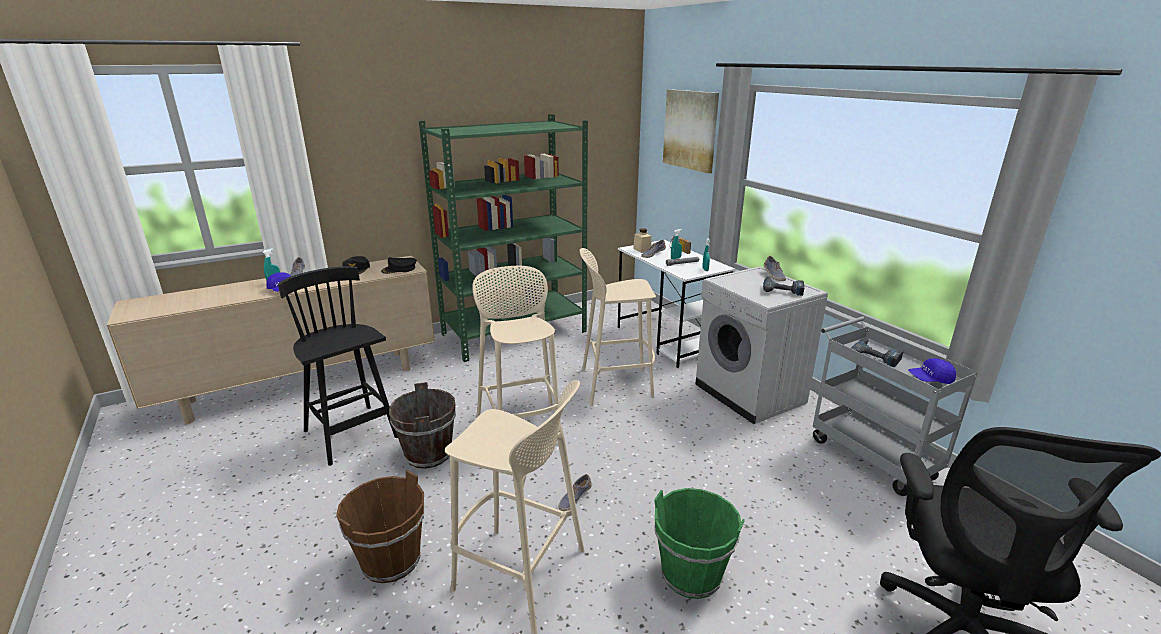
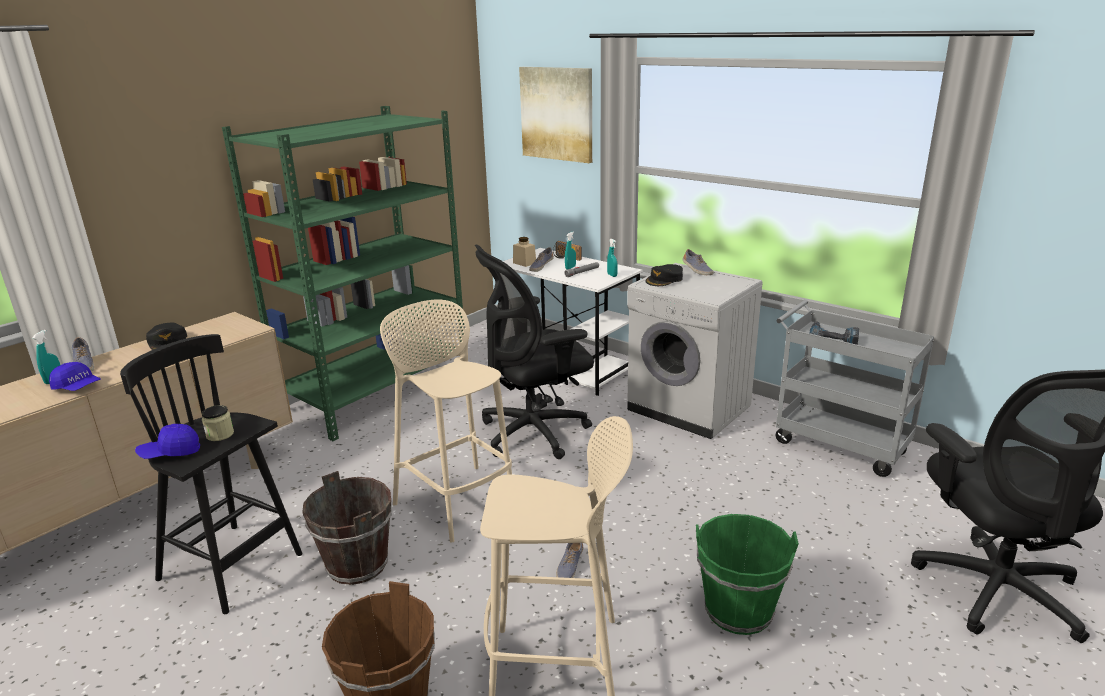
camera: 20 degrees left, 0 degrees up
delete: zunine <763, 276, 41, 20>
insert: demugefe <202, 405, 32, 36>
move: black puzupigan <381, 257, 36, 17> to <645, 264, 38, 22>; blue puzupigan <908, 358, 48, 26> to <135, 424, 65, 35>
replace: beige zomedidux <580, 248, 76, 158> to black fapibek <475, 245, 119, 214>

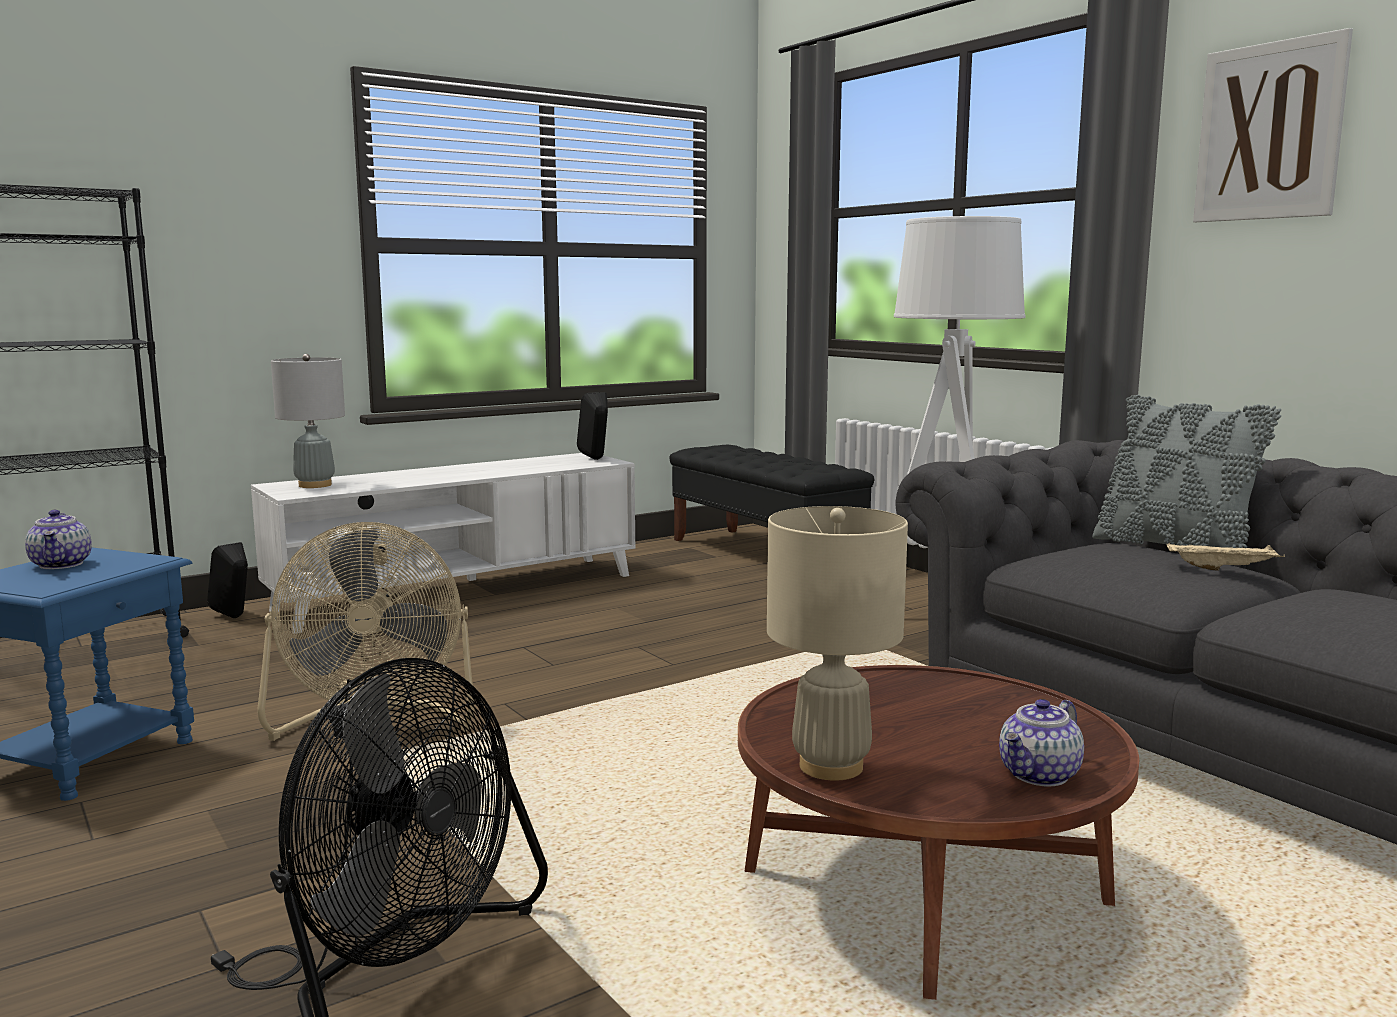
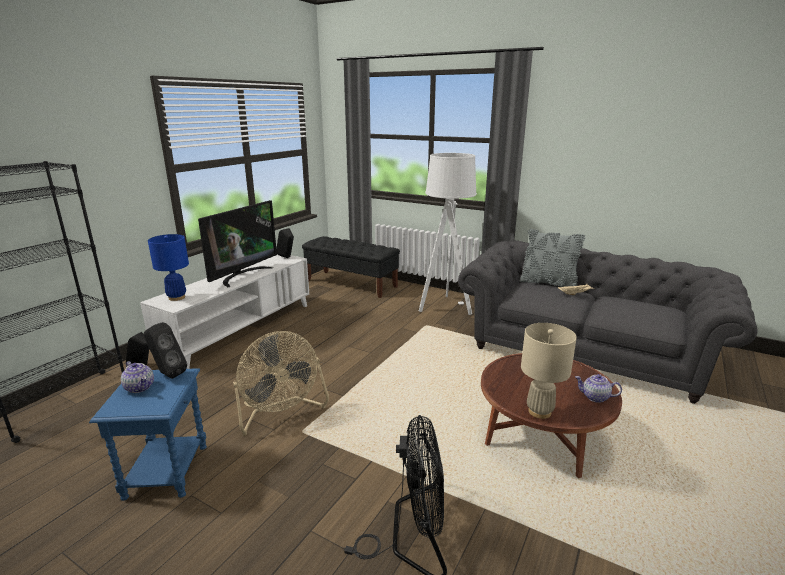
camera: 25 degrees left, 10 degrees up
delete: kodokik <1193, 28, 160, 194>
insert: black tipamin <144, 322, 43, 57>; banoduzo <198, 200, 79, 87>
recolor: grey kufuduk <271, 354, 74, 134> to blue kufuduk <148, 234, 41, 67>
rotate: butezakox <999, 699, 85, 87> = <575, 374, 47, 29> 90 degrees clockwise

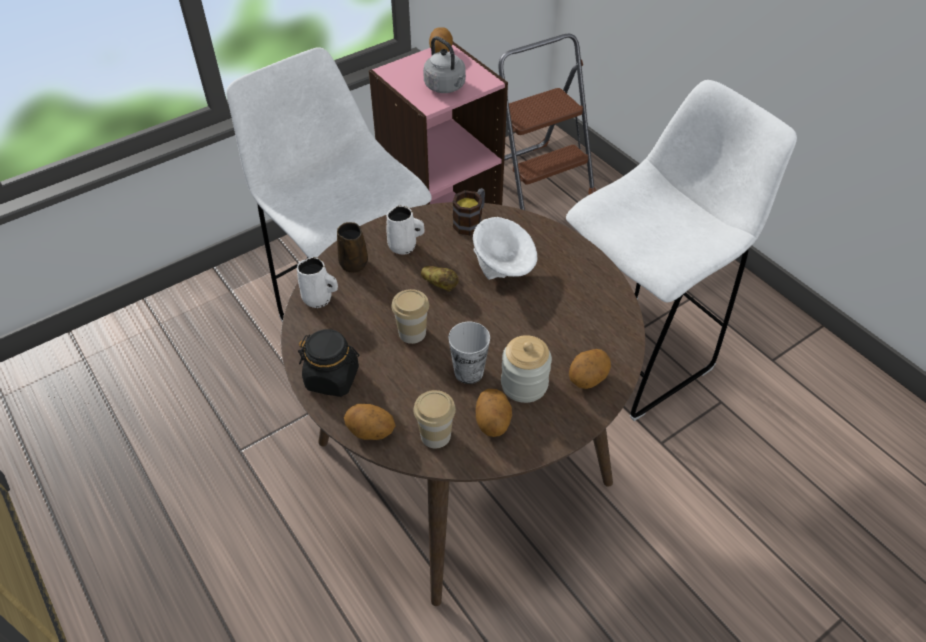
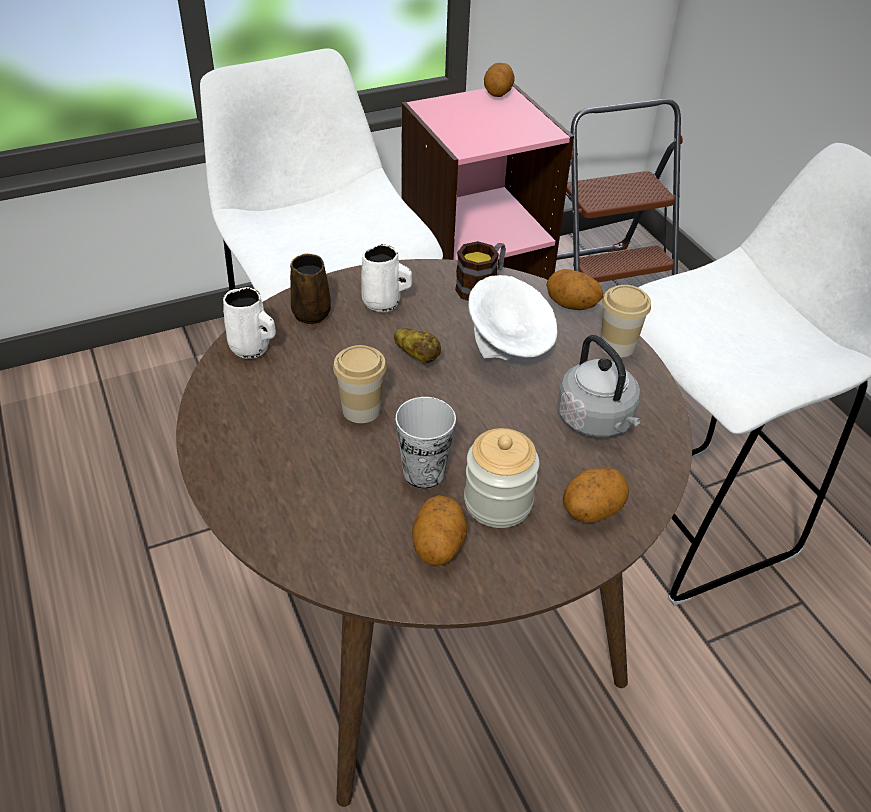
camera: 10 degrees right, 5 degrees down
delete: black demugefe <298, 329, 61, 68>
move: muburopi <344, 404, 52, 36> to <546, 269, 57, 41>; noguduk <413, 390, 43, 59> to <601, 285, 50, 73>; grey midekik <423, 36, 43, 57> to <557, 335, 84, 102>

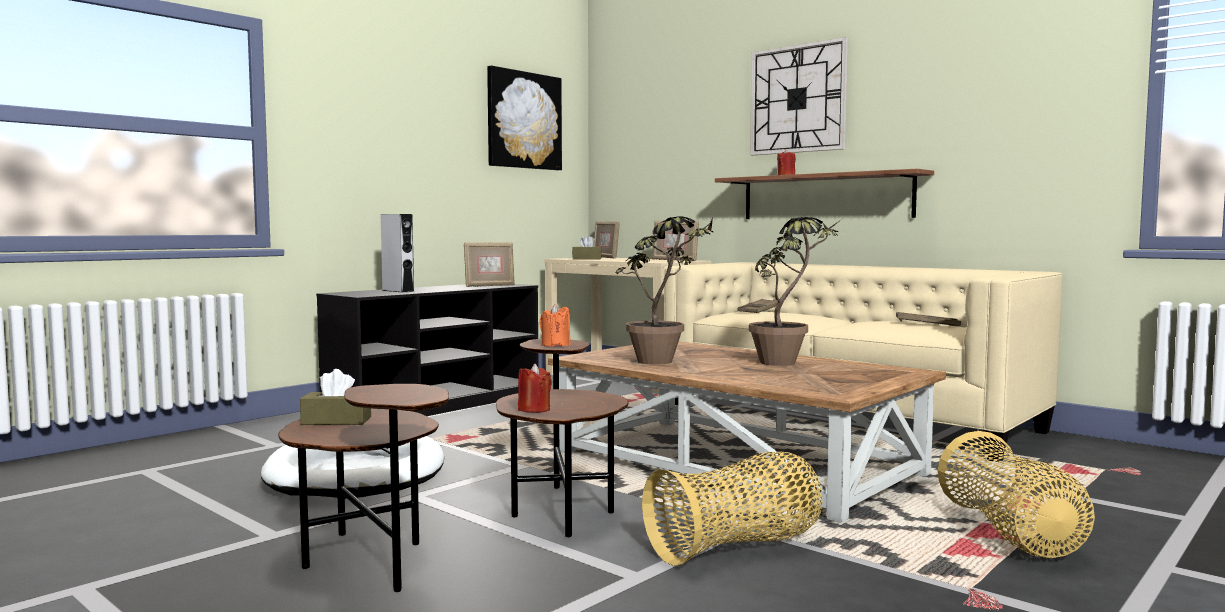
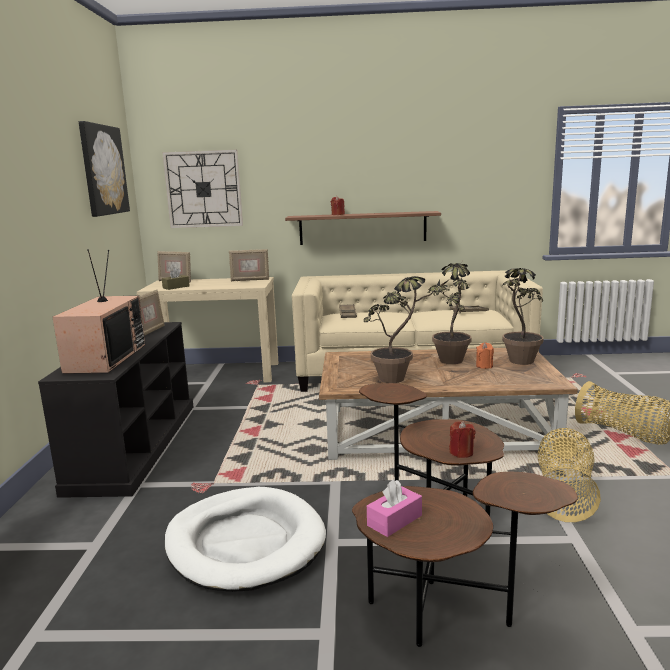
camera: 40 degrees left, 10 degrees up
insert: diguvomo <502, 268, 42, 97>
move: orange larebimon <539, 304, 32, 43> to <476, 342, 18, 27>; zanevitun <750, 37, 98, 118> to <162, 150, 81, 78>
replace: grey tipamin <381, 214, 34, 79> to banoduzo <53, 249, 92, 125>
recolor: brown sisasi <300, 369, 71, 56> to pink sisasi <367, 479, 55, 58>

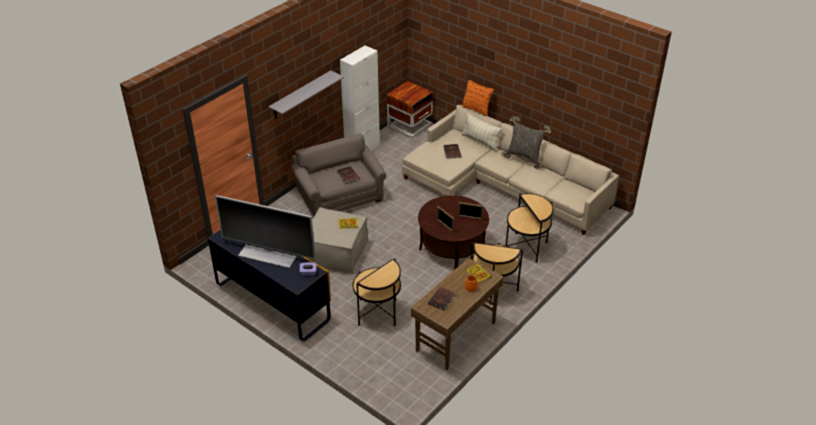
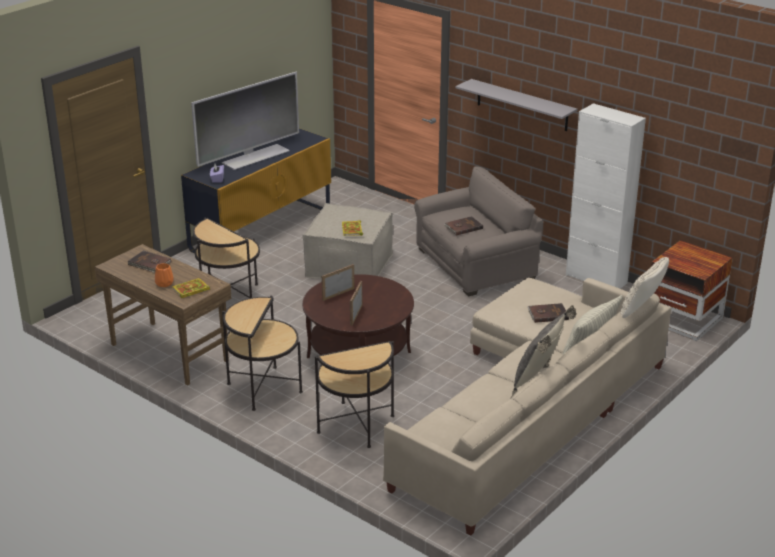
camera: 90 degrees right, 10 degrees down
recolor: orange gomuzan <462, 80, 32, 36> to beige gomuzan <620, 257, 49, 61>
rotate: banoduzo <215, 195, 100, 73> = <191, 72, 108, 98> 150 degrees counterclockwise

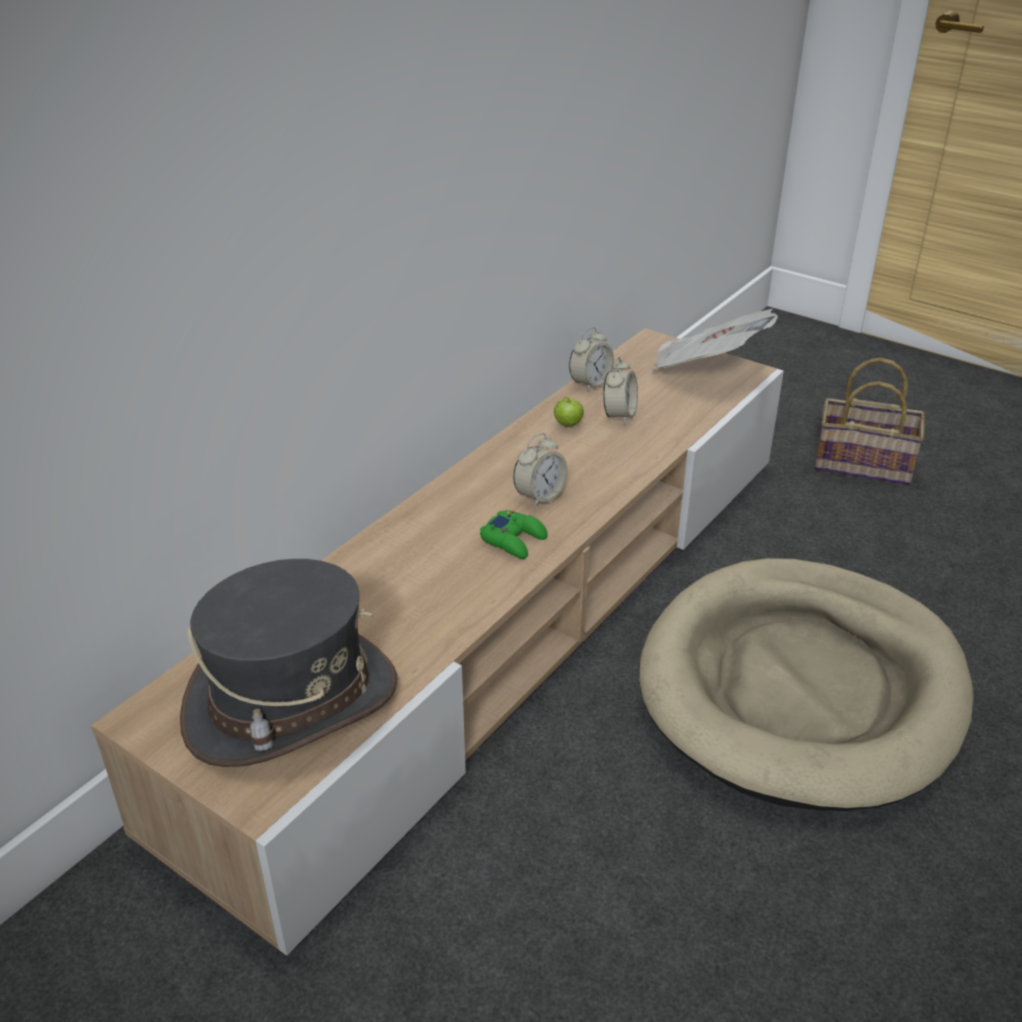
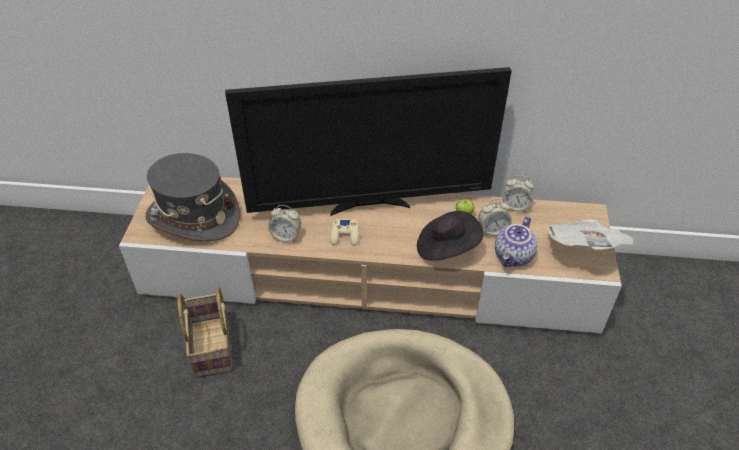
camera: 60 degrees right, 10 degrees up
insert: banoduzo <225, 67, 287, 149>; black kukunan <417, 211, 67, 49>; butezakox <495, 216, 42, 51>
move: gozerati <513, 433, 55, 74> to <268, 205, 33, 37>; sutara <815, 357, 110, 128> to <177, 287, 56, 91>
recolor: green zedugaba <480, 510, 68, 49> to beige zedugaba <330, 219, 29, 27>

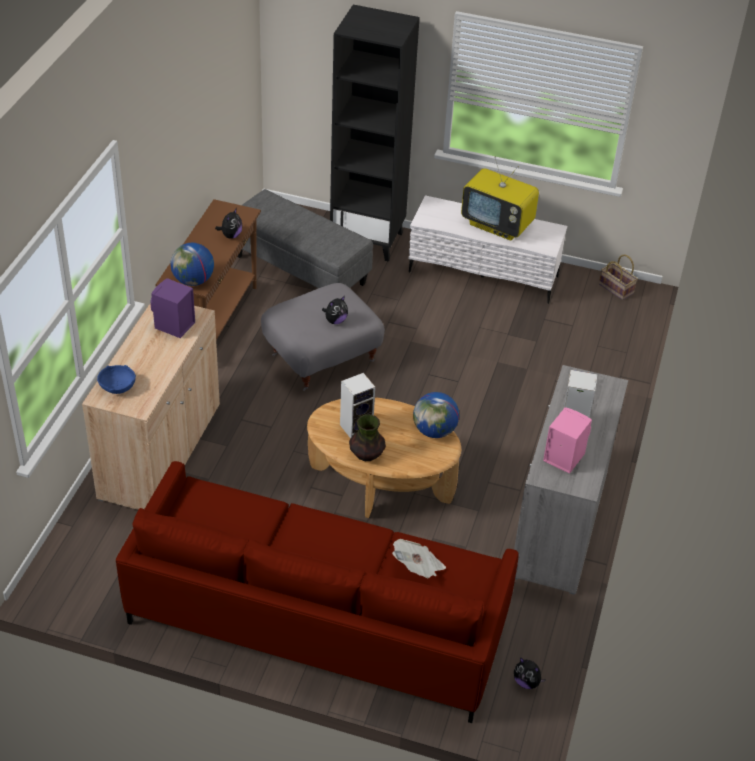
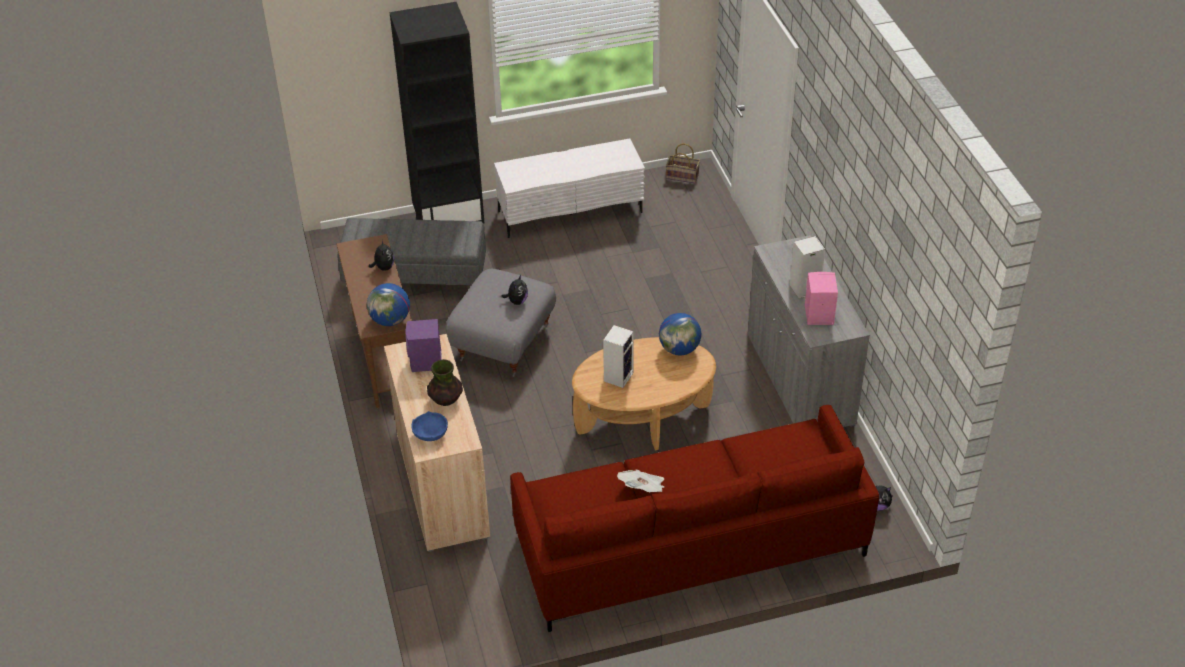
camera: 30 degrees left, 0 degrees up
delete: banoduzo <461, 157, 78, 84>
move: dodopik <349, 414, 37, 47> to <427, 359, 36, 47>; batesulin <392, 539, 54, 39> to <617, 469, 47, 23>

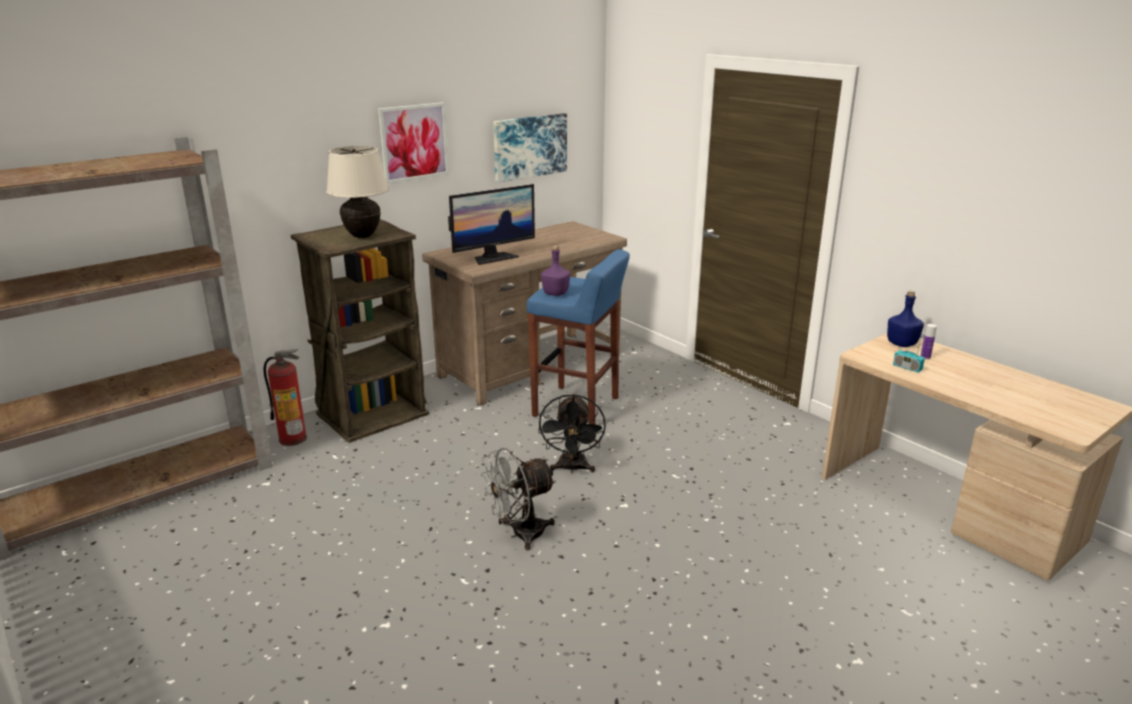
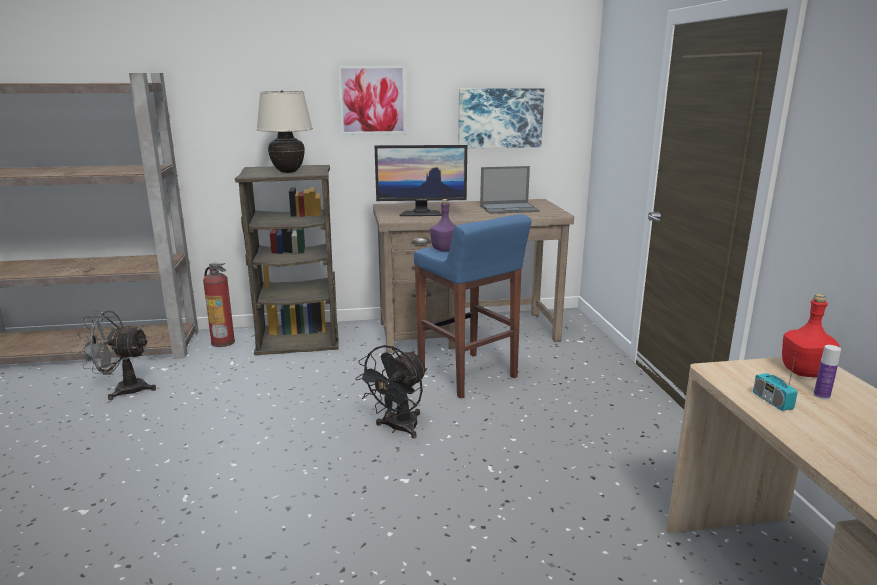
camera: 30 degrees right, 5 degrees down
insert: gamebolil <480, 166, 59, 48>
move: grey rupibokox <480, 448, 76, 102> to <77, 311, 79, 89>
recolor: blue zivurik <887, 291, 37, 56> to red zivurik <782, 294, 58, 83>

